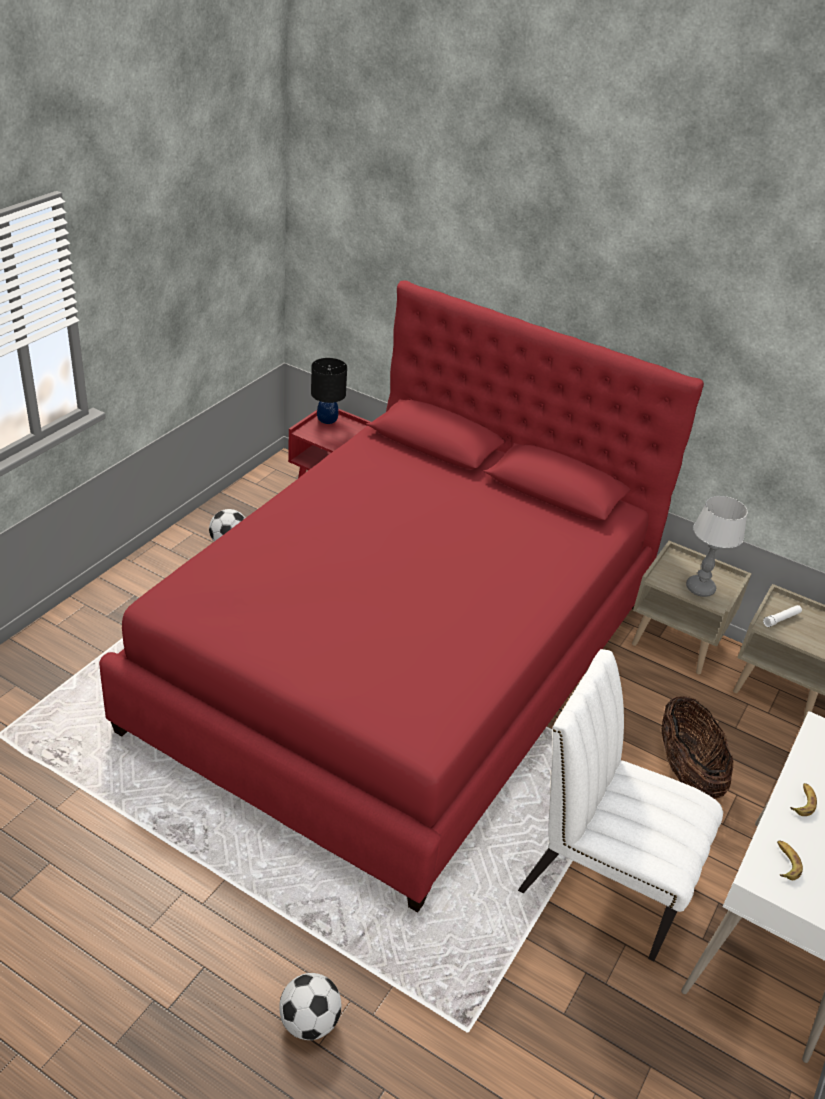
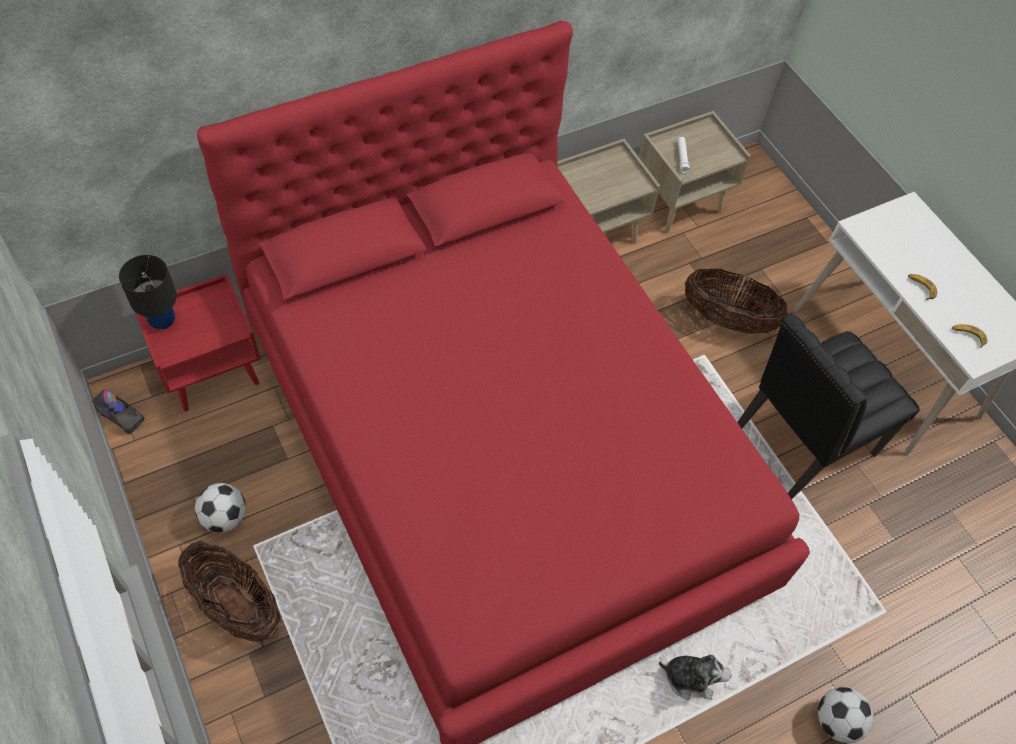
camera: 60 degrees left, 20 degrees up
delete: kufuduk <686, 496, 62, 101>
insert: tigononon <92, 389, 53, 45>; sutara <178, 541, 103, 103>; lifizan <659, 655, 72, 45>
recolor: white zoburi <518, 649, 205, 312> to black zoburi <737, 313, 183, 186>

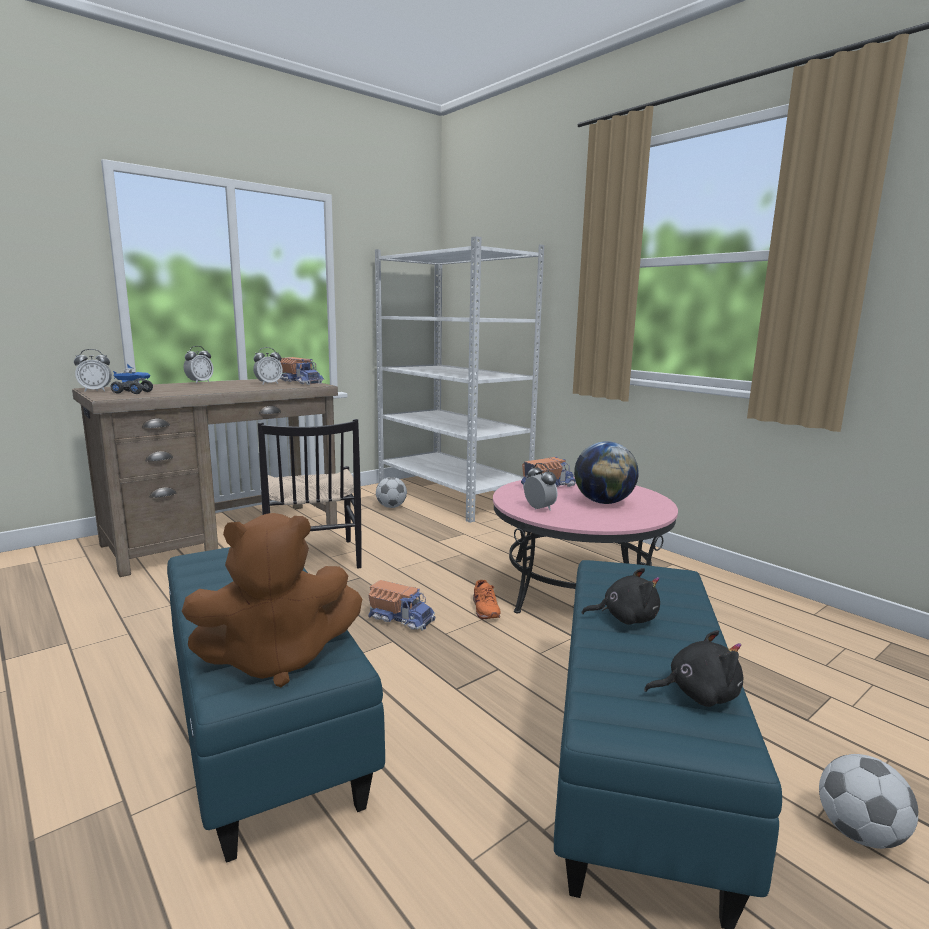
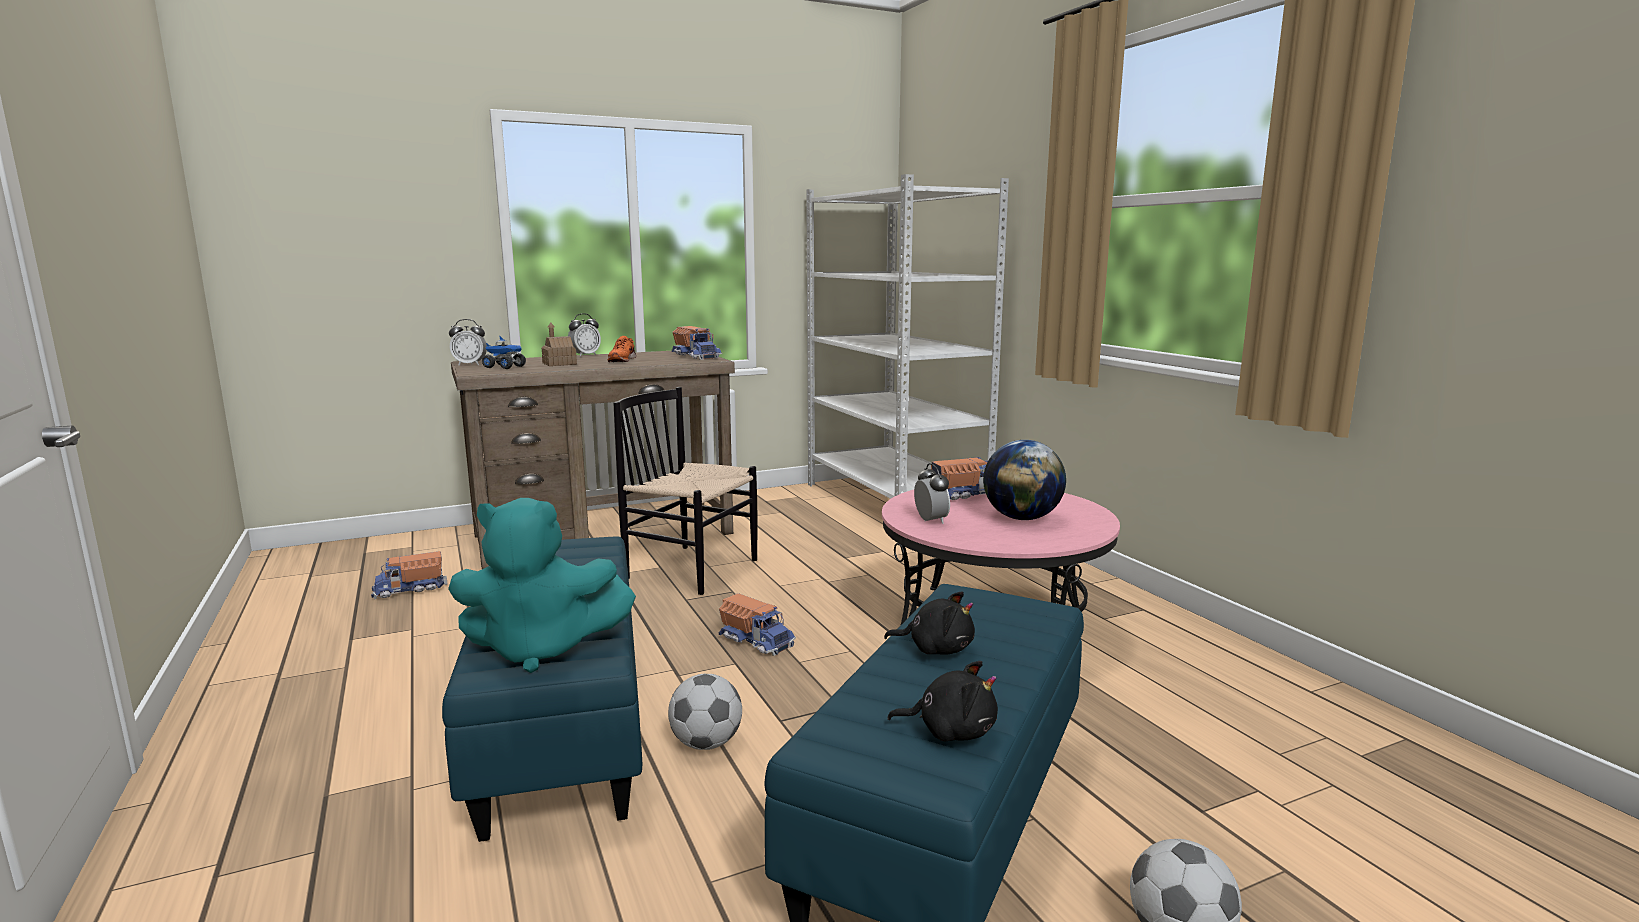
camera: 15 degrees right, 0 degrees up
delete: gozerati <253, 347, 30, 38>
insert: tigononon <371, 551, 77, 48>; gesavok <542, 323, 35, 43>
move: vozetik <376, 477, 31, 31> to <668, 674, 74, 76>; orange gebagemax <473, 580, 27, 40> to <608, 336, 28, 26>
recolor: brown lifizan <182, 513, 180, 174> to turquoise lifizan <448, 498, 188, 175>
rotate: black zoburi <258, 419, 103, 150> = <613, 387, 144, 208> 120 degrees clockwise

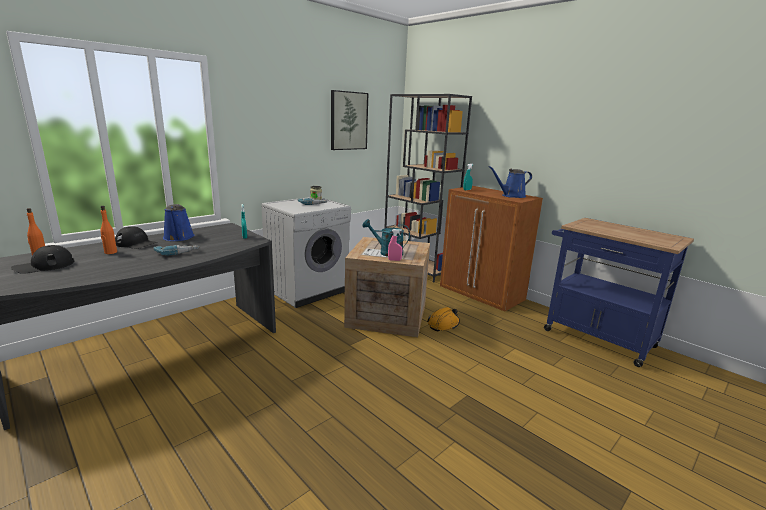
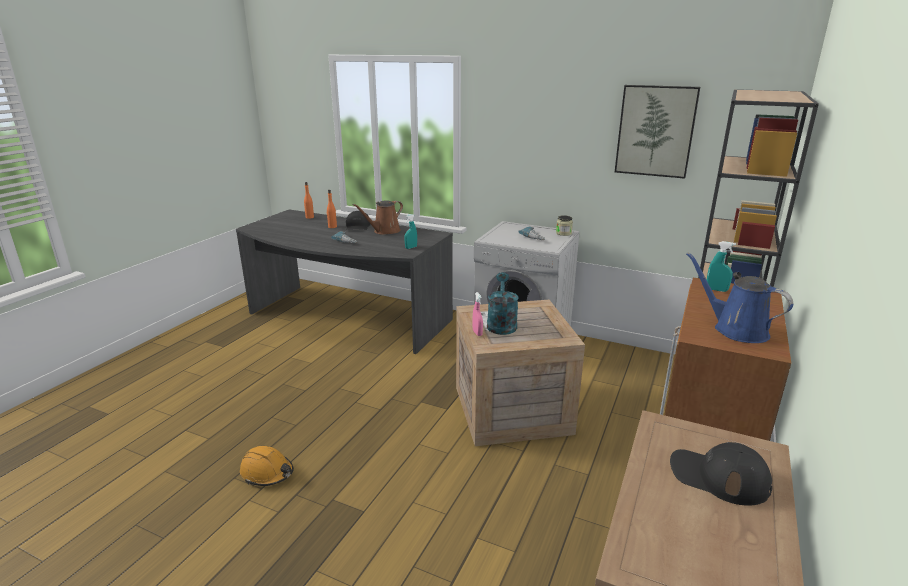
camera: 70 degrees right, 5 degrees up
move: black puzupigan <11, 245, 63, 29> to <670, 442, 102, 64>; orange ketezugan <427, 307, 33, 25> to <240, 446, 54, 40>
recolor: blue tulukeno <163, 204, 32, 37> to brown tulukeno <353, 200, 50, 35>

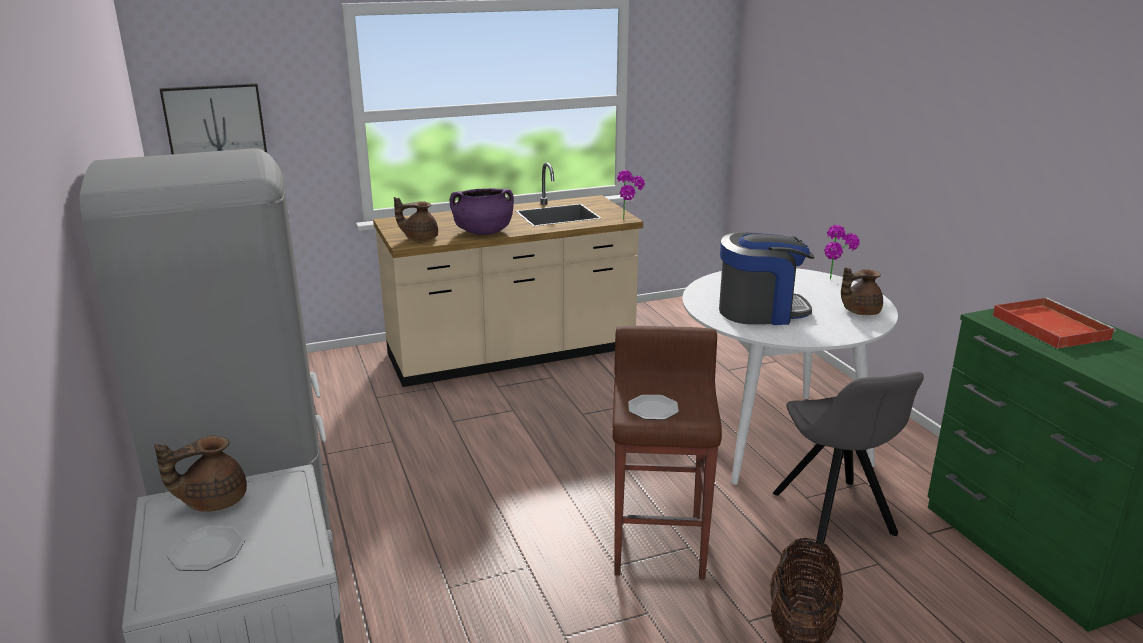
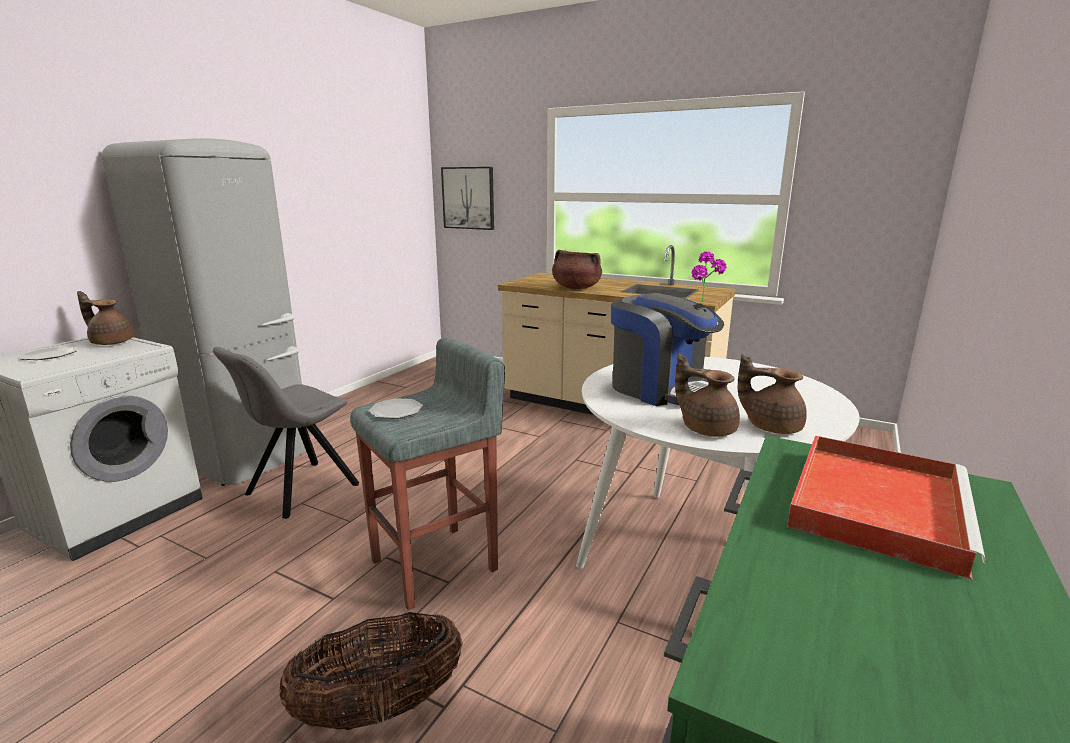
camera: 50 degrees right, 5 degrees down
delete: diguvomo <824, 225, 36, 54>
move: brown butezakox <394, 197, 44, 44> to <675, 354, 65, 83>; grey zoburi <772, 372, 152, 173> to <213, 347, 146, 172>
recolor: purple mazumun <450, 188, 64, 47> to brown mazumun <552, 250, 50, 39>; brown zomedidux <612, 326, 110, 253> to grey zomedidux <350, 338, 155, 272>

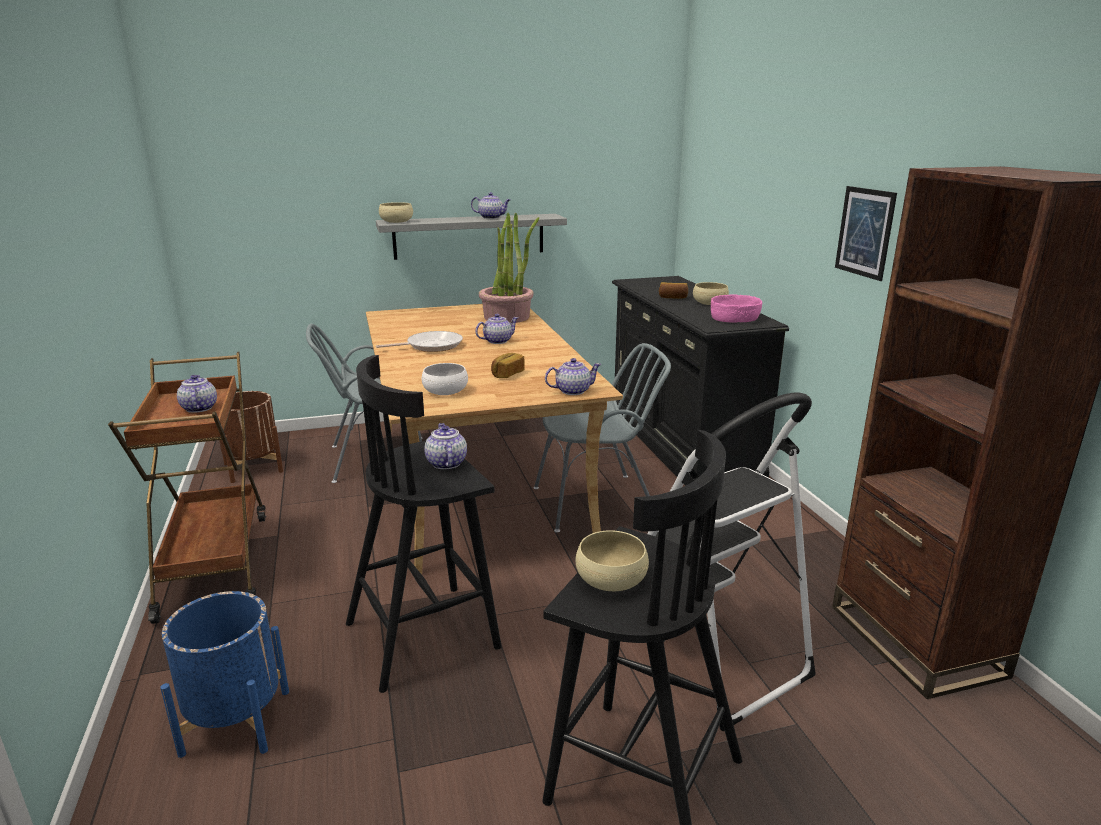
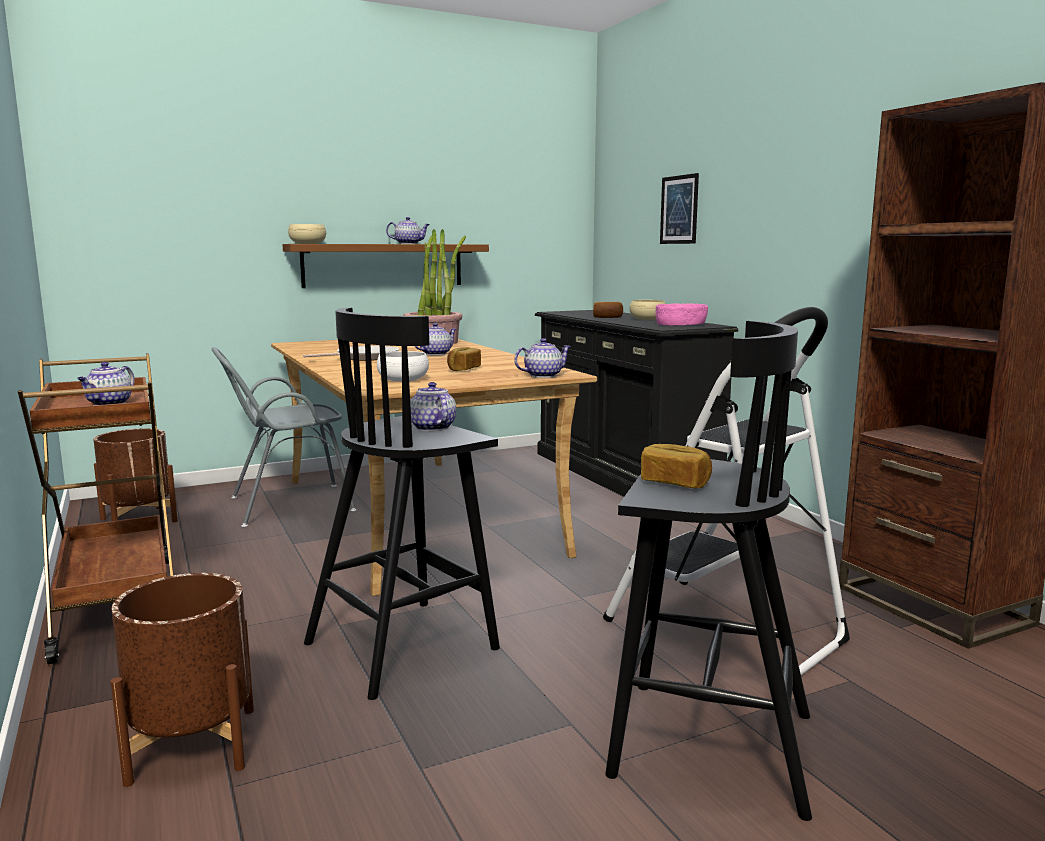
camera: 10 degrees left, 10 degrees down
delete: grey zoburi <533, 343, 138, 190>
move: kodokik <835, 186, 62, 95> to <660, 173, 39, 71>
replace: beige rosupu <575, 530, 74, 61> to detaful <641, 444, 71, 44>
recolor: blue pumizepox <160, 591, 129, 167> to brown pumizepox <110, 573, 144, 214>; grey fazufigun <376, 214, 191, 46> to brown fazufigun <283, 244, 206, 44>
rotate: butezakox <177, 375, 40, 38> = <77, 362, 58, 43> 135 degrees counterclockwise

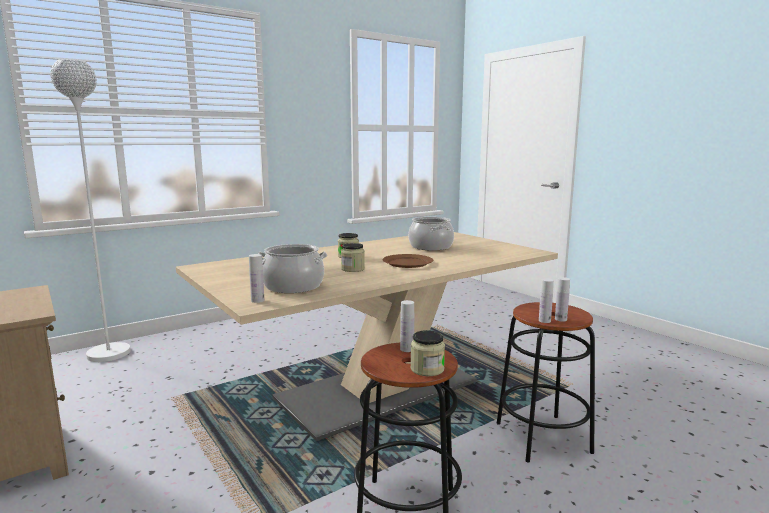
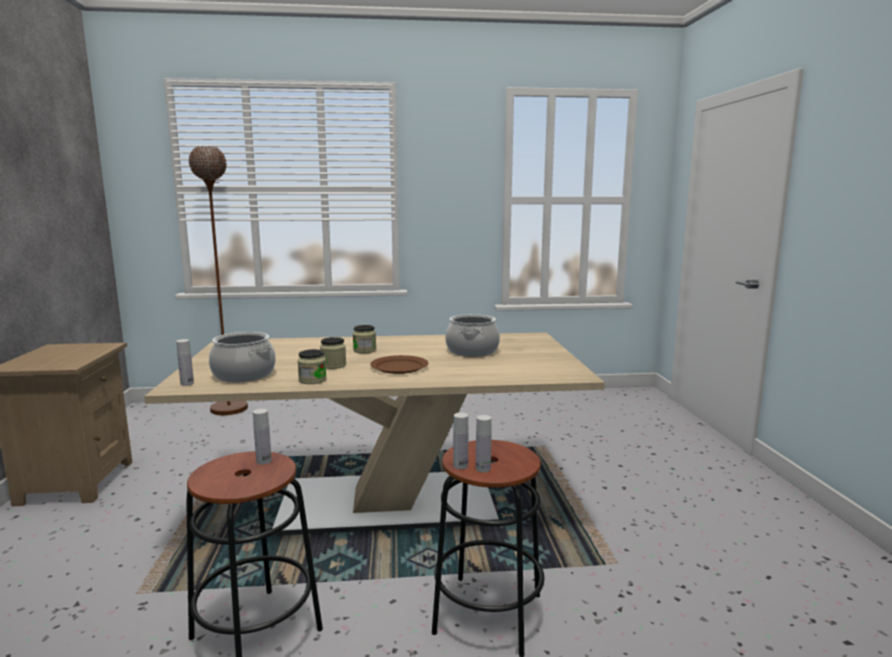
camera: 30 degrees right, 0 degrees up
move: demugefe <410, 330, 35, 46> to <298, 349, 29, 35>
recolor: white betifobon <50, 59, 81, 303> to brown betifobon <189, 147, 59, 268>

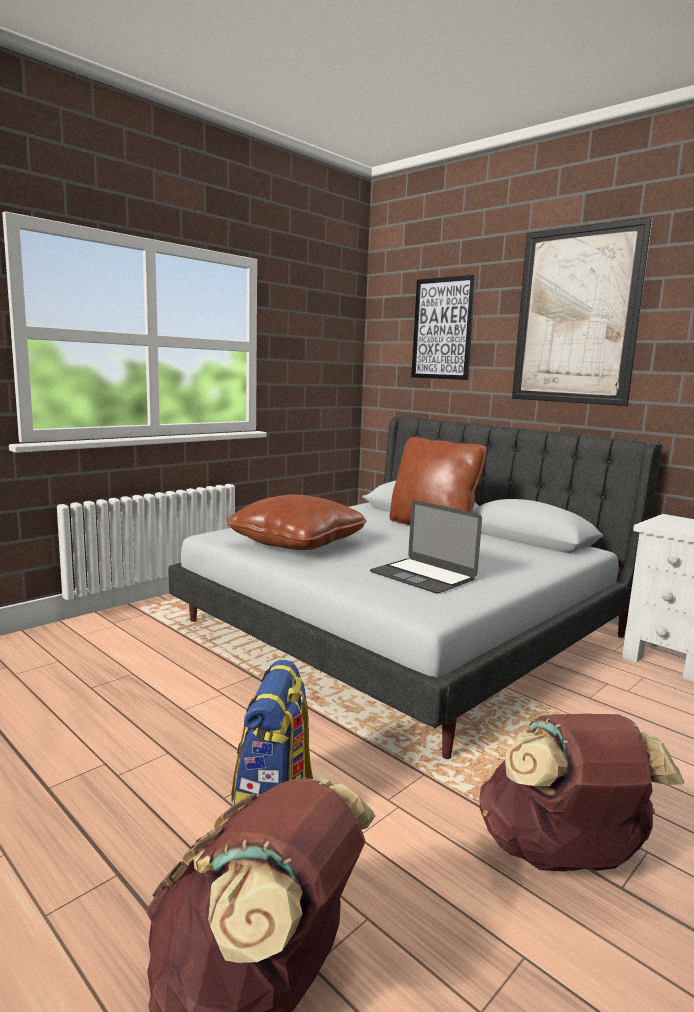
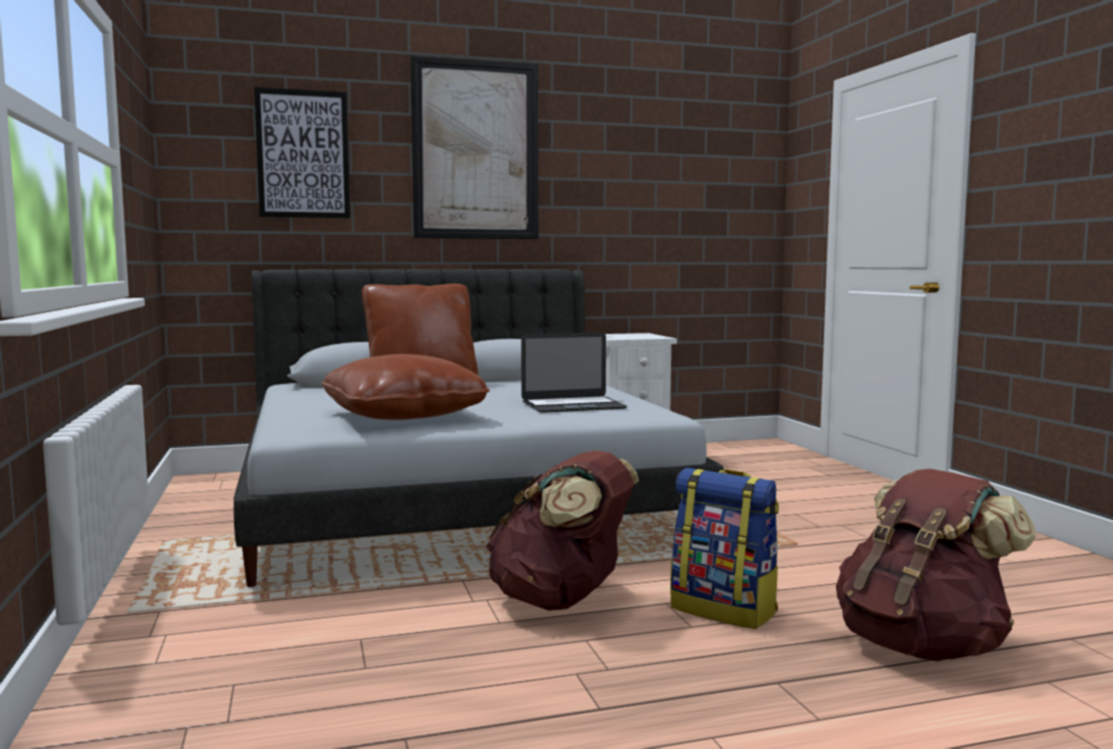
camera: 60 degrees left, 5 degrees down
move: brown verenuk <479, 713, 205, 158> to <486, 450, 153, 161>

